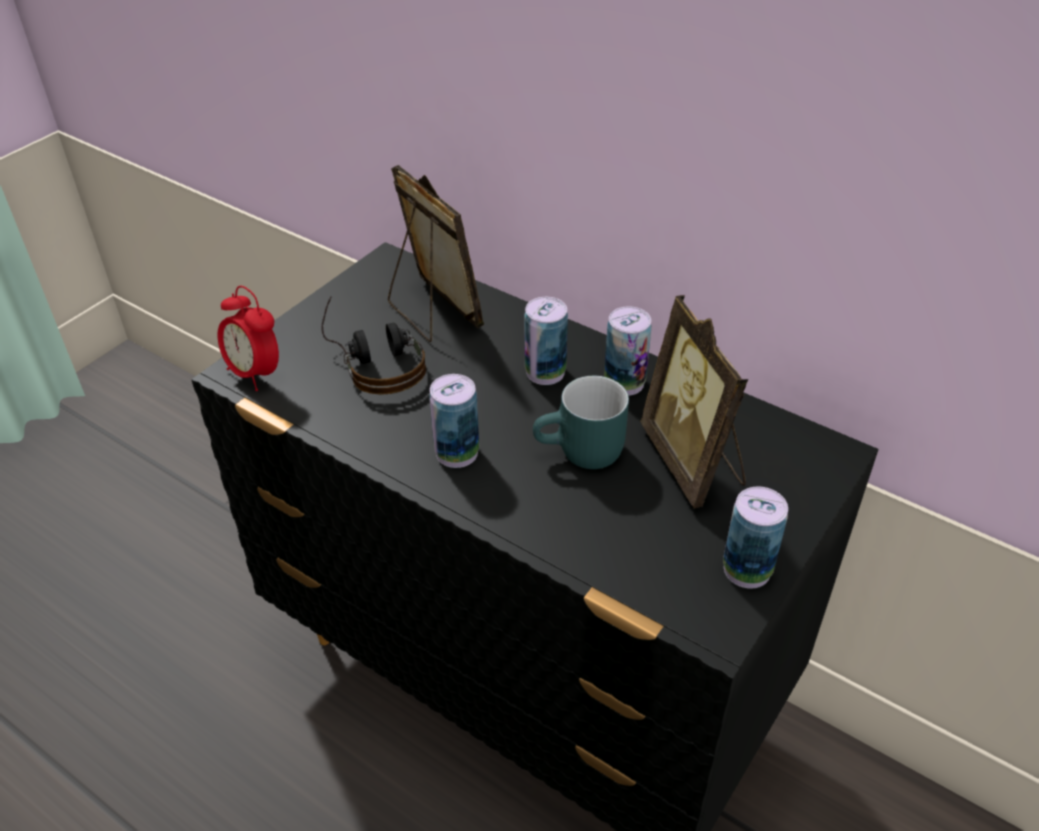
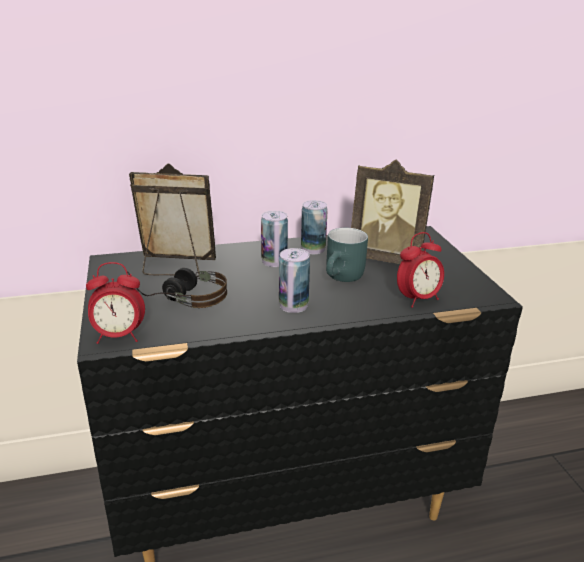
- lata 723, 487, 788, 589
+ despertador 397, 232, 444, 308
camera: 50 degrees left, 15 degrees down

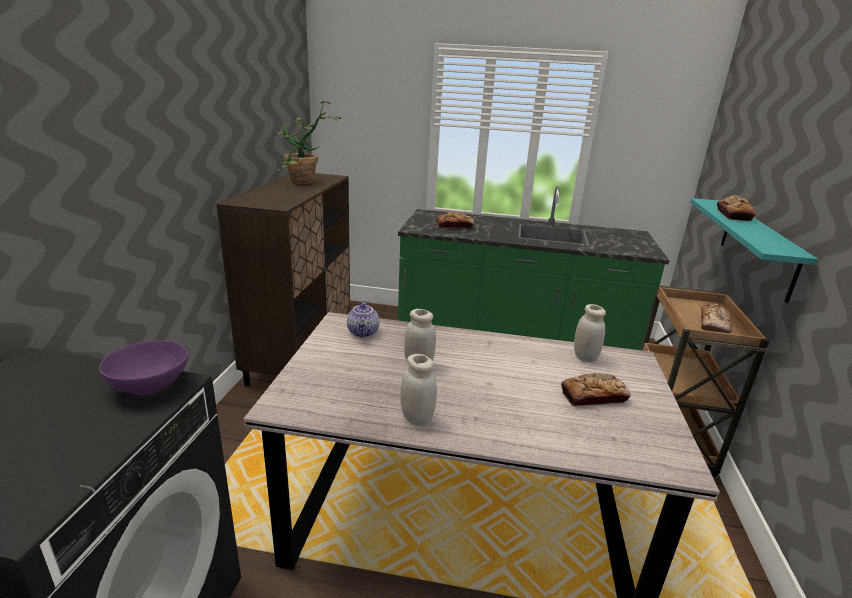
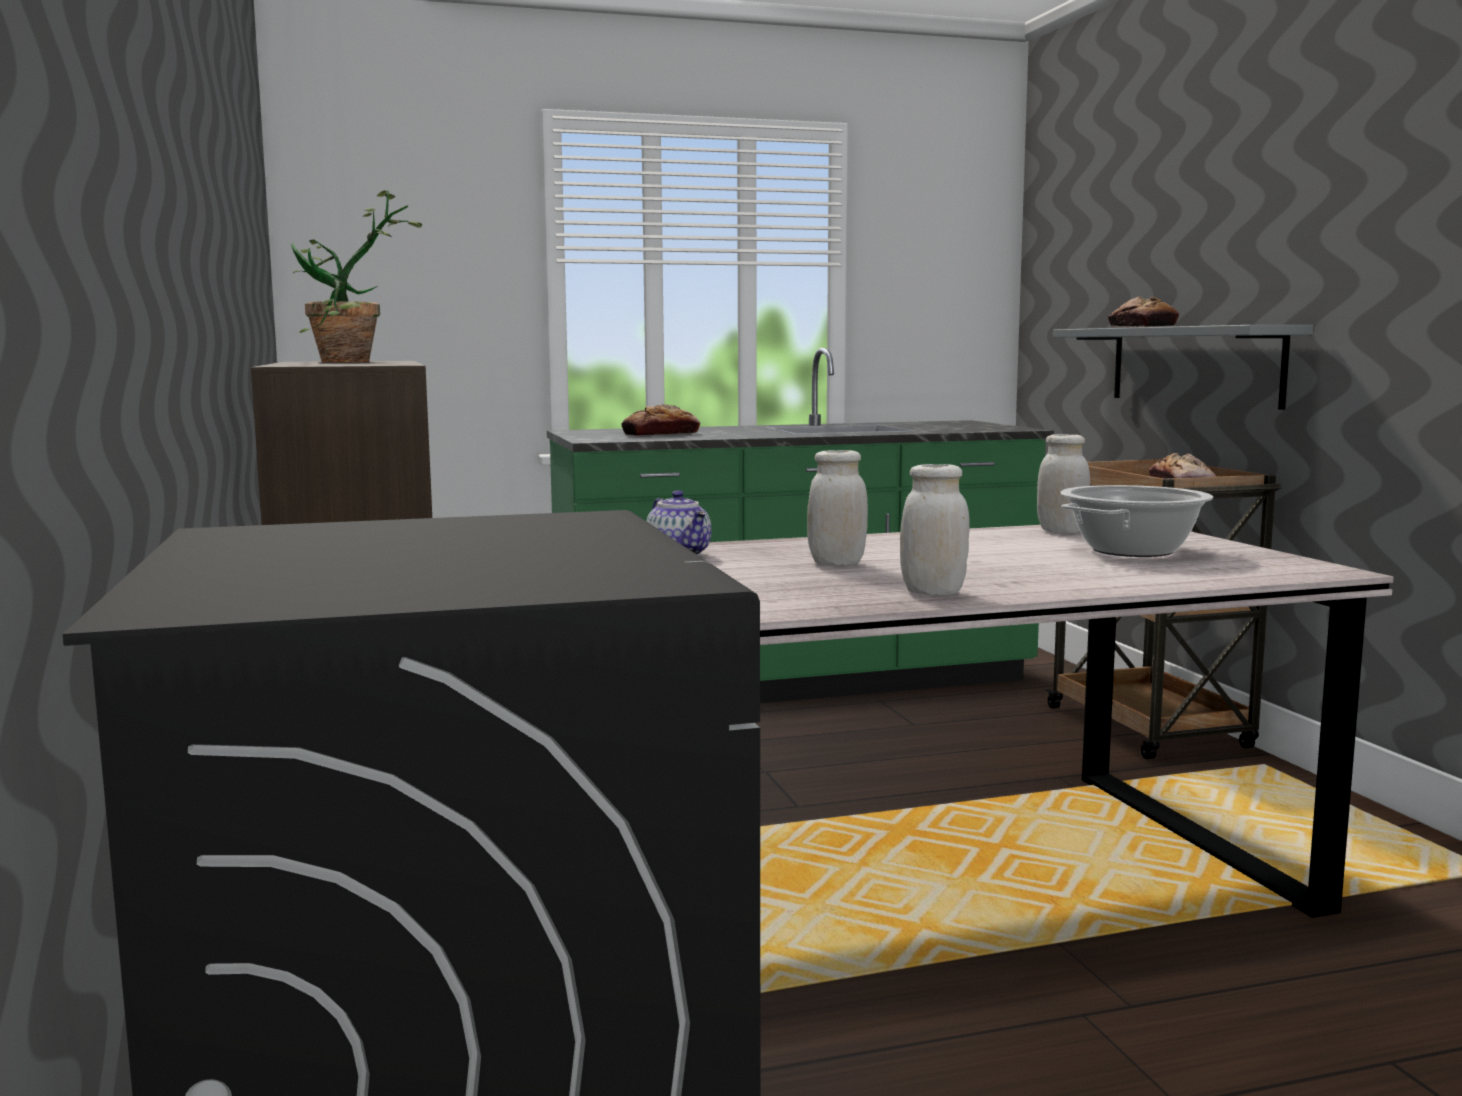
- cuenco/morado 99, 340, 189, 395
~ pan 561, 373, 631, 406 to olla 1061, 485, 1213, 557
~ estante/turquesa 690, 198, 818, 303 to estante/gris 1053, 325, 1313, 410
camera: 25 degrees left, 15 degrees down

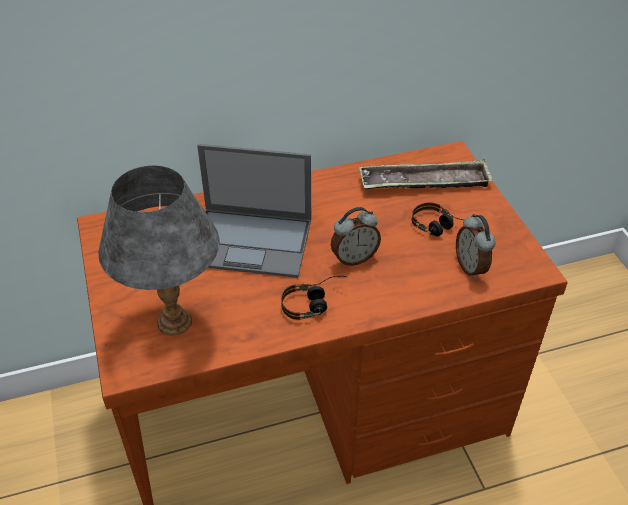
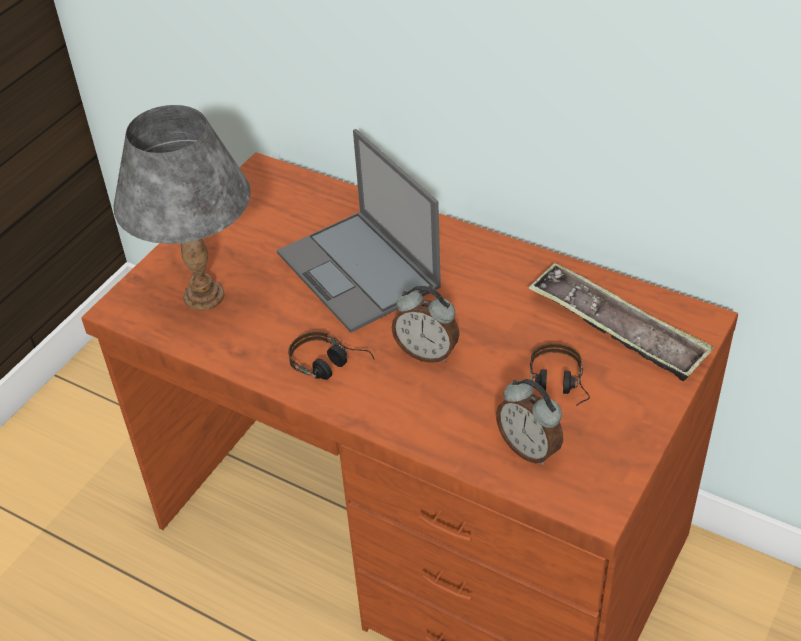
~ despertador 456, 214, 496, 279 = 496, 379, 563, 465 75 degrees counterclockwise
camera: 50 degrees right, 0 degrees up

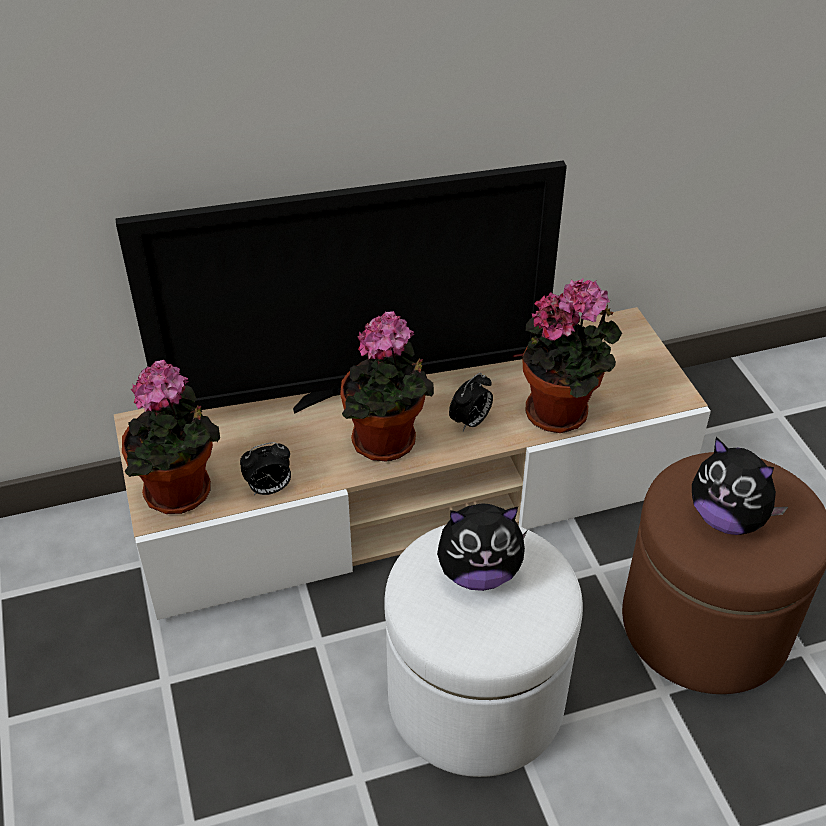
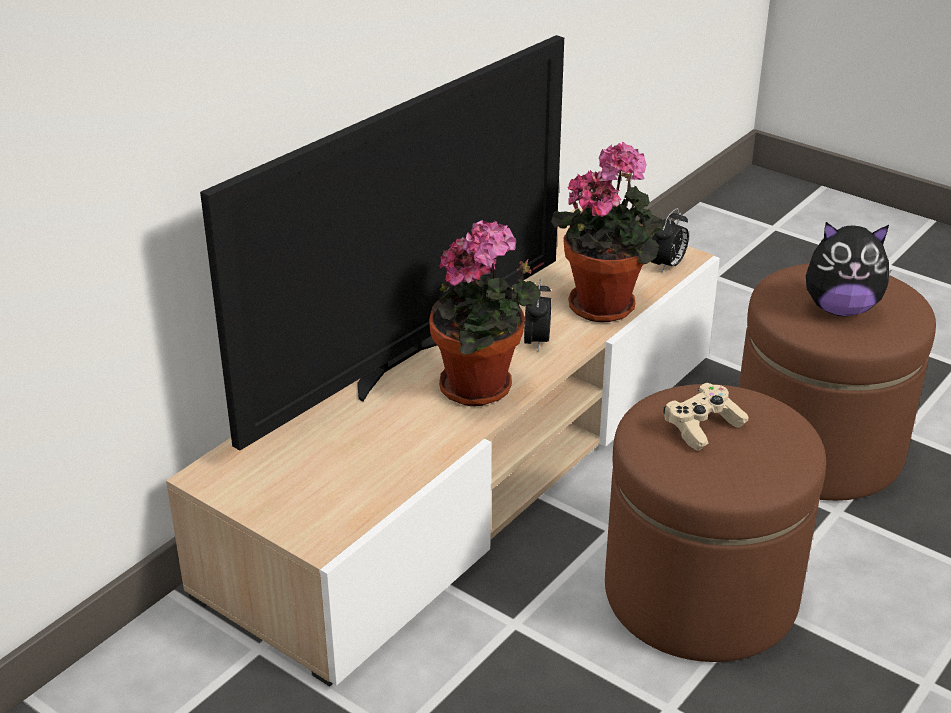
- planta en maceta 122, 360, 220, 514
~ despertador 240, 442, 291, 495 to 651, 208, 689, 272
~ peluche 437, 503, 527, 591 to mando de consola/beis 663, 383, 749, 451
~ puf/blanco 384, 525, 583, 777 to puf/marrón 605, 384, 826, 662
camera: 35 degrees left, 10 degrees down

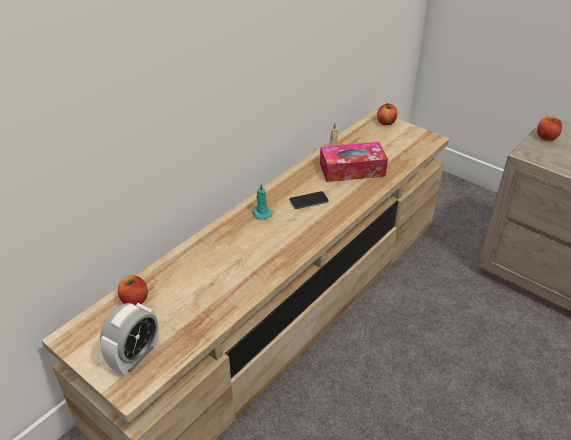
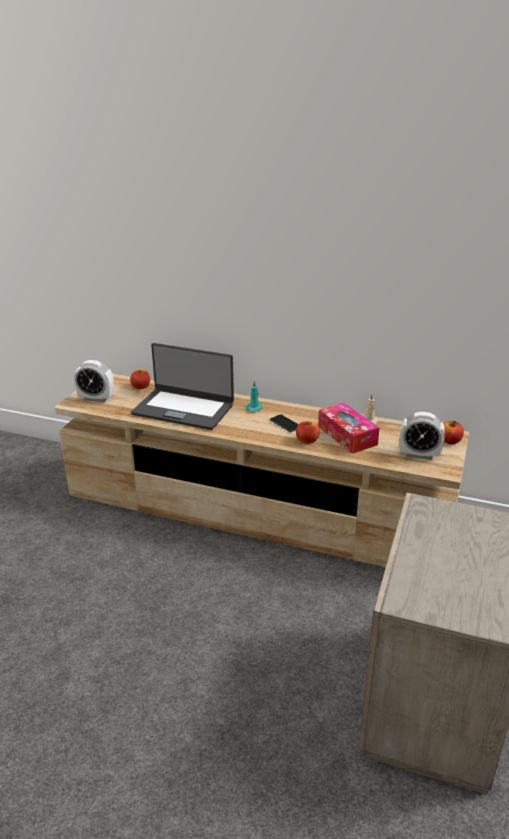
+ portátil 131, 343, 234, 430
+ despertador 400, 412, 445, 460
~ manzana 537, 116, 562, 141 to 296, 421, 320, 444
camera: 70 degrees right, 10 degrees down

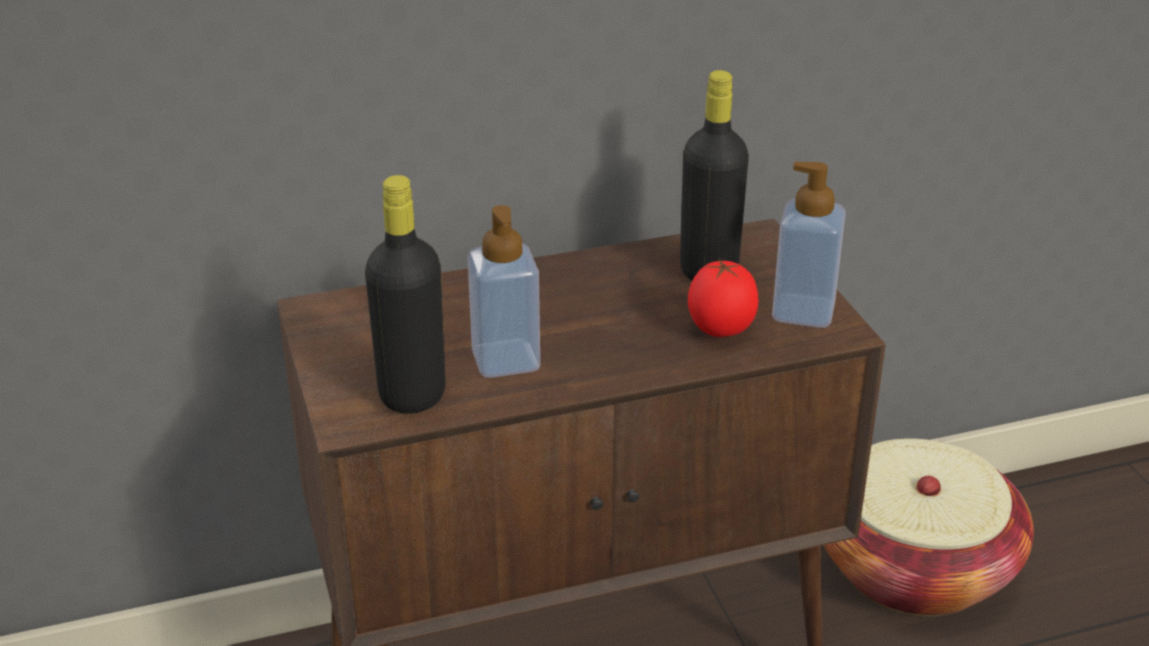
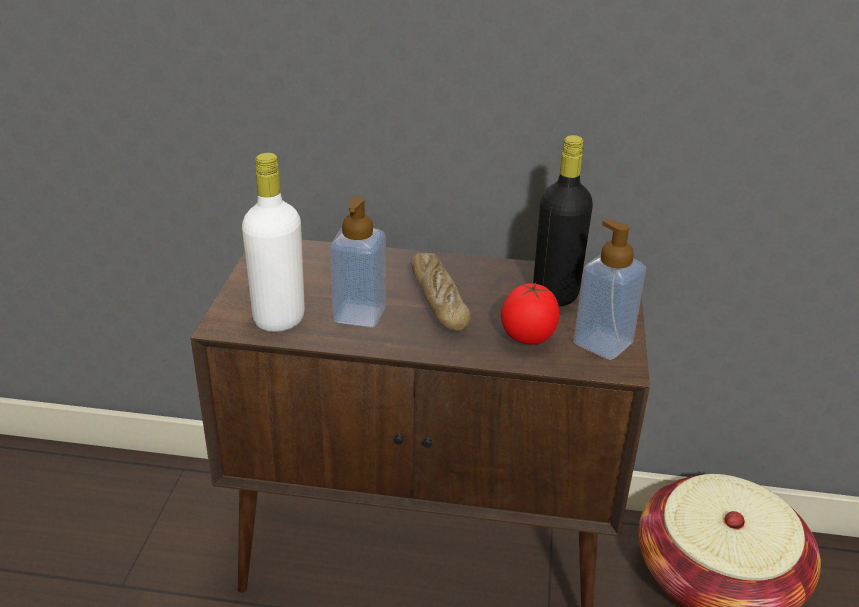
+ pan 411, 252, 471, 331
~ botella/negro 365, 175, 446, 414 to botella/blanco 242, 153, 305, 332
camera: 25 degrees right, 0 degrees up

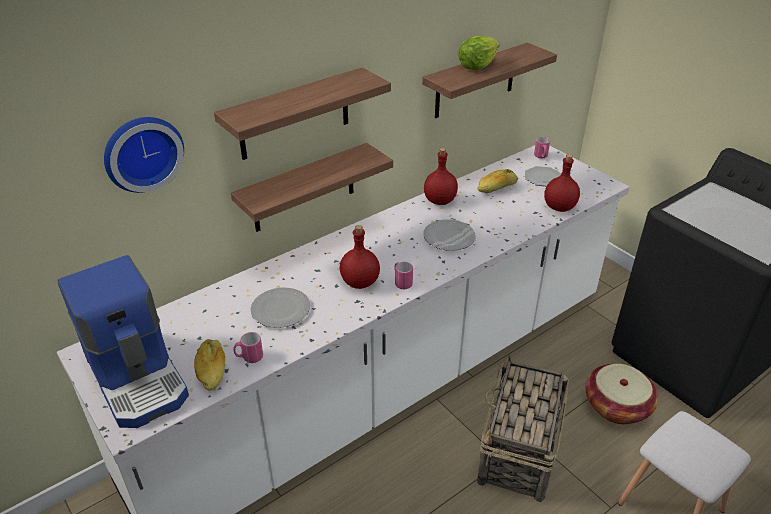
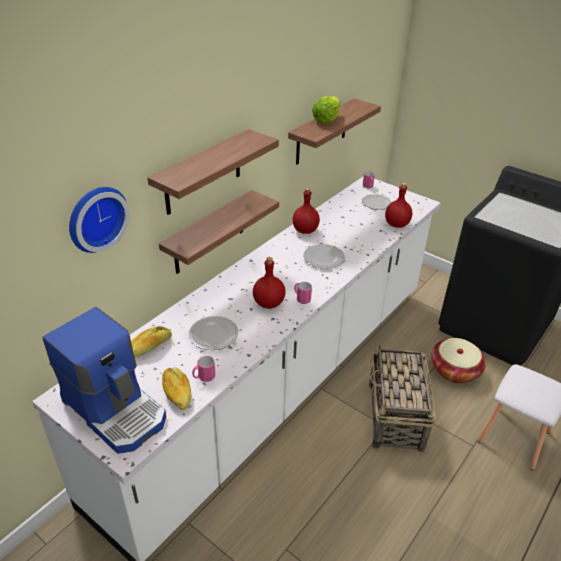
~ pan 477, 169, 518, 193 to 131, 326, 172, 358
camera: 15 degrees left, 0 degrees up

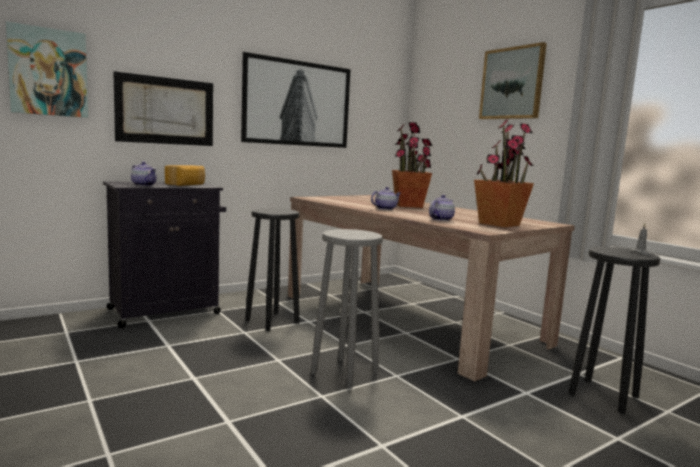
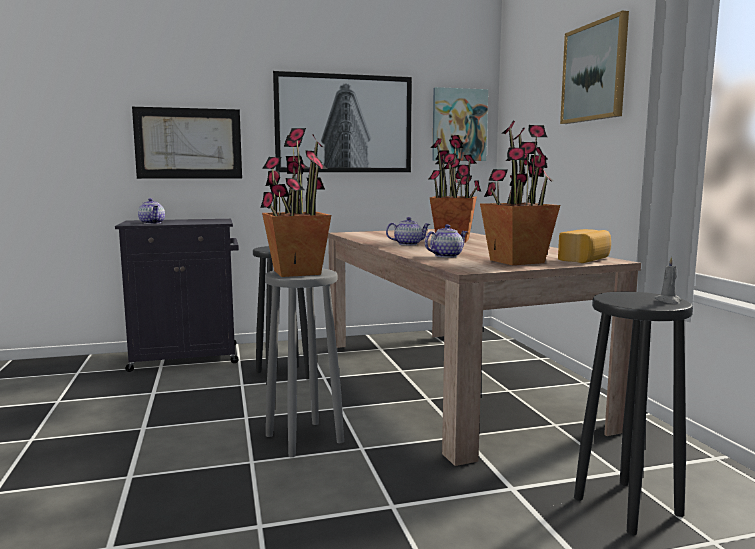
+ planta en maceta 261, 128, 331, 277
~ cuadro 6, 21, 88, 118 to 432, 87, 488, 161
~ pan 165, 165, 205, 186 to 558, 229, 611, 263
camera: 20 degrees right, 0 degrees up

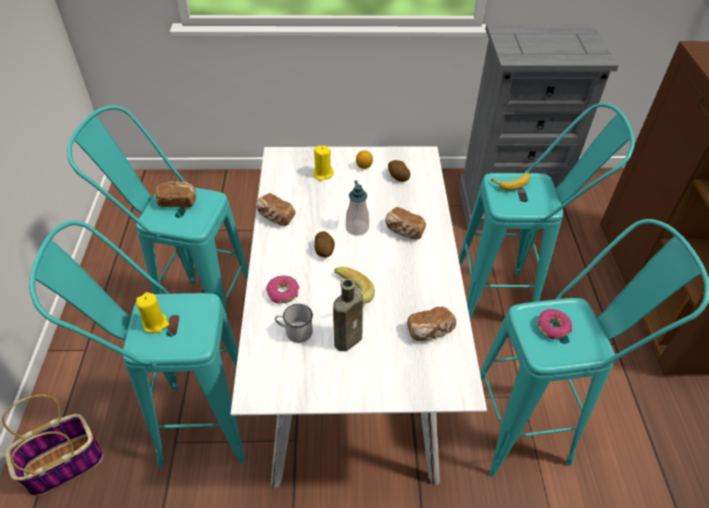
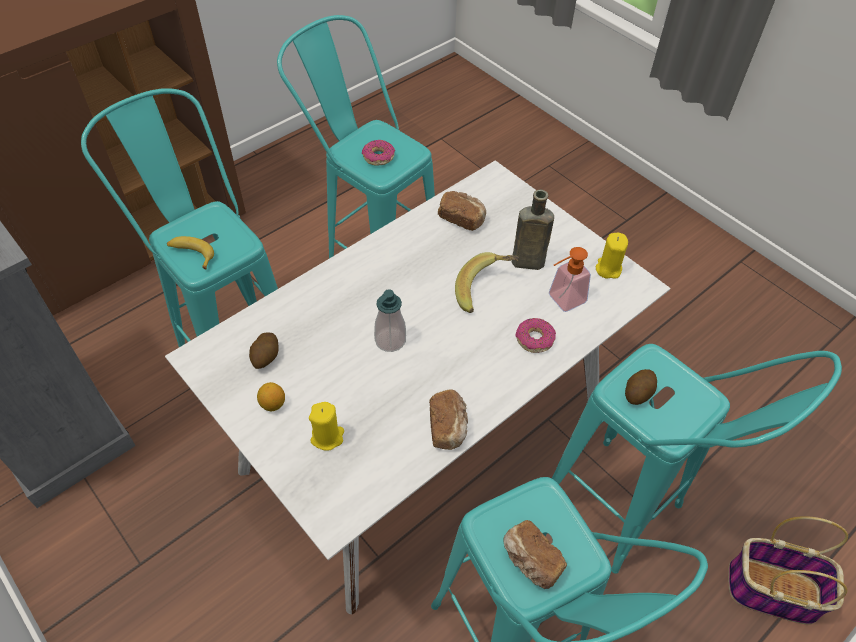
- pan 385, 207, 426, 240
~ vela/amarillo 136, 292, 169, 333 to 596, 233, 628, 279
~ patata 314, 231, 335, 258 to 625, 369, 657, 405
~ taza grande/blanco 275, 304, 313, 343 to dispensador de jabón 549, 247, 591, 312
camera: 130 degrees left, 5 degrees up

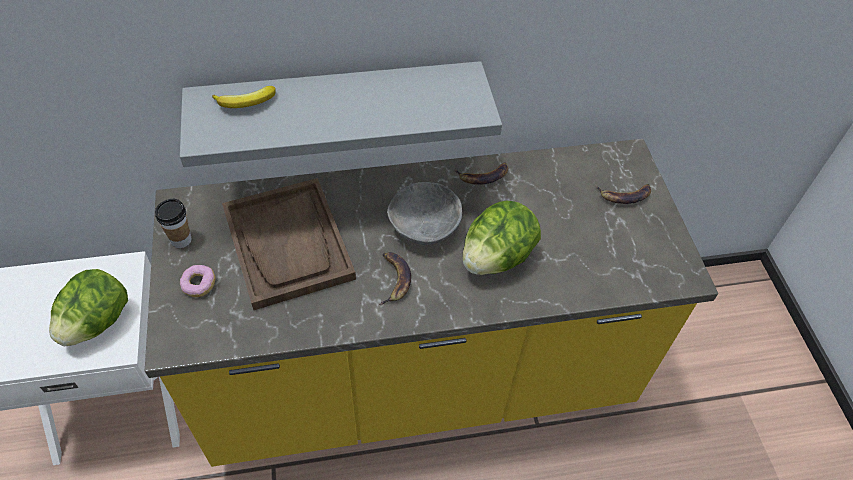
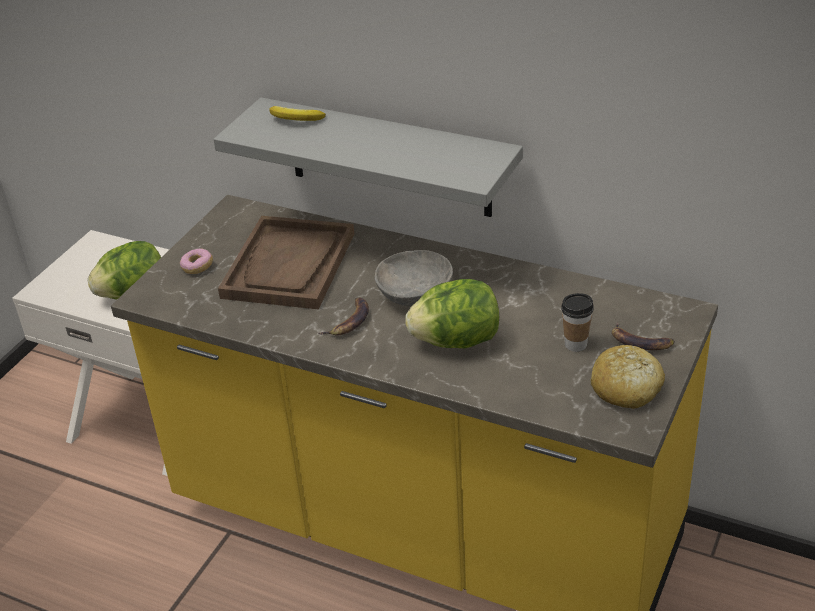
- plátano 454, 162, 508, 185
+ pan 590, 345, 665, 409
~ taza 155, 199, 191, 248 to 561, 293, 594, 352
camera: 40 degrees right, 15 degrees down

